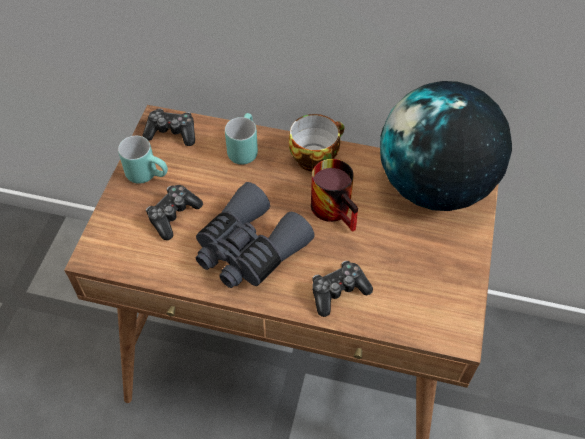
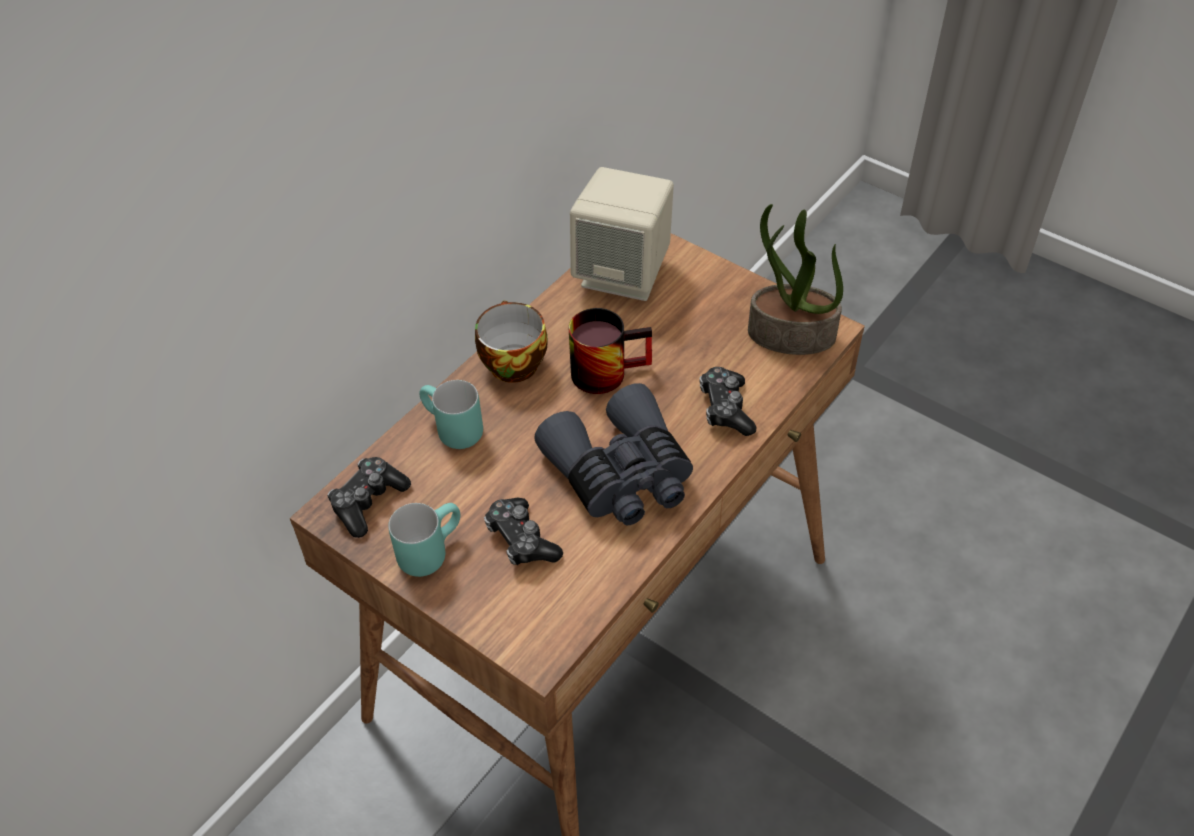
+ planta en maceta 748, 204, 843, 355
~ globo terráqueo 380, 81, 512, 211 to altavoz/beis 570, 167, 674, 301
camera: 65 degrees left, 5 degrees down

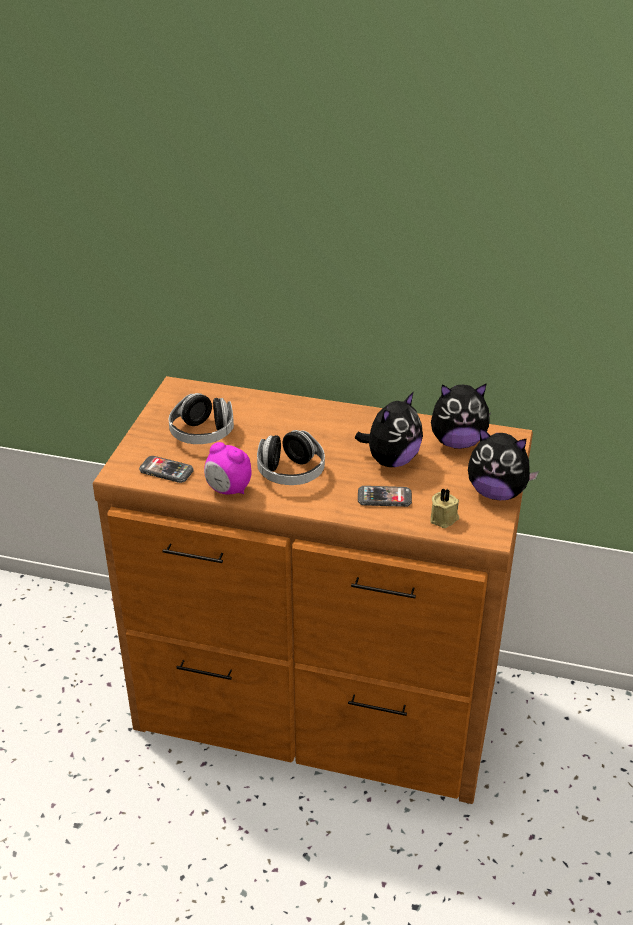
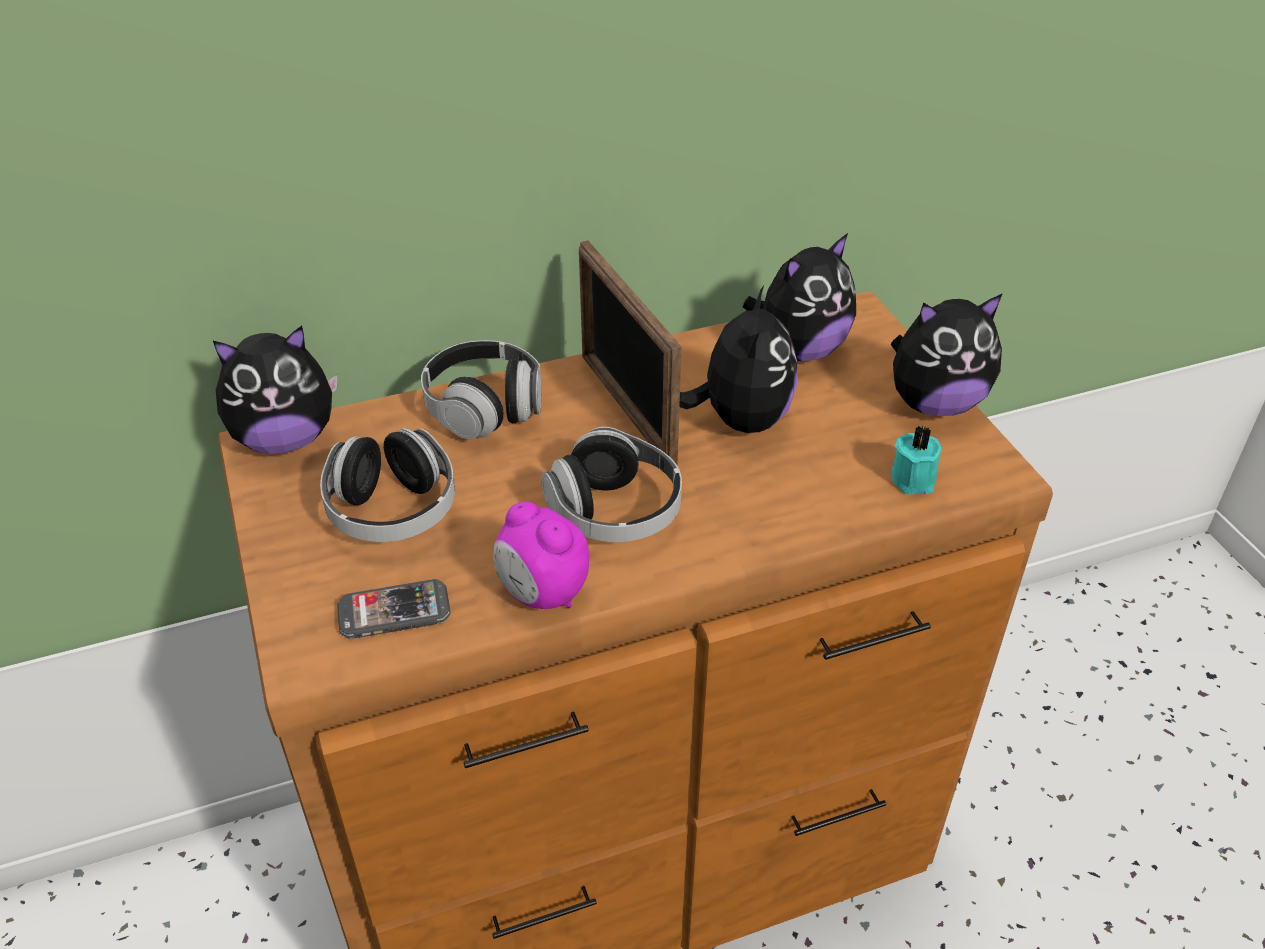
- móvil 358, 486, 412, 507
+ peluche 213, 326, 338, 454
+ auriculares 421, 340, 541, 439
+ portarretratos 579, 240, 681, 465
~ vela/beis 430, 488, 459, 528 to vela/turquesa 892, 425, 942, 494
~ despertador 204, 442, 252, 494 = 493, 501, 589, 609 45 degrees clockwise
camera: 35 degrees left, 5 degrees up

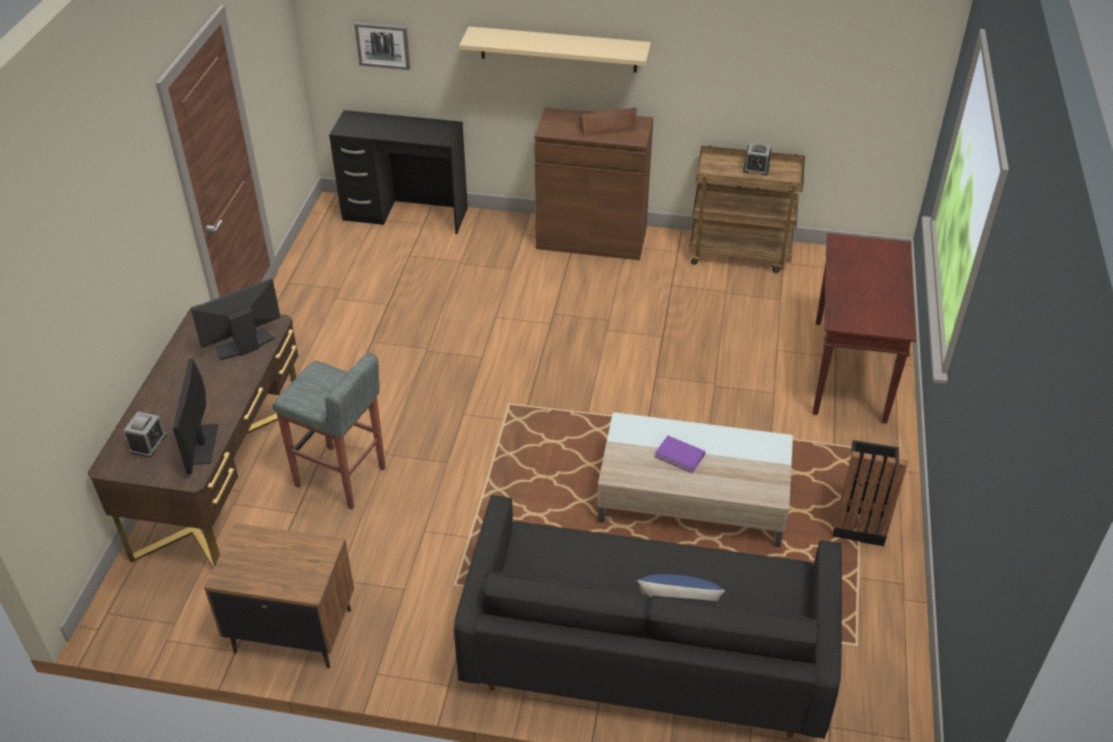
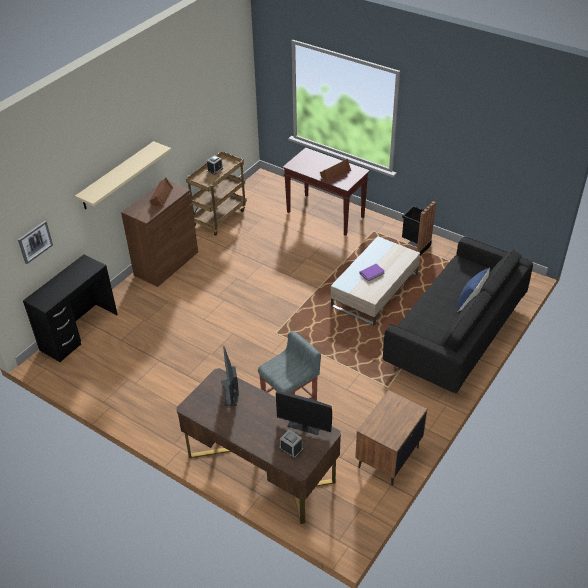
+ altavoz/marrón 320, 159, 351, 182
camera: 65 degrees left, 0 degrees up

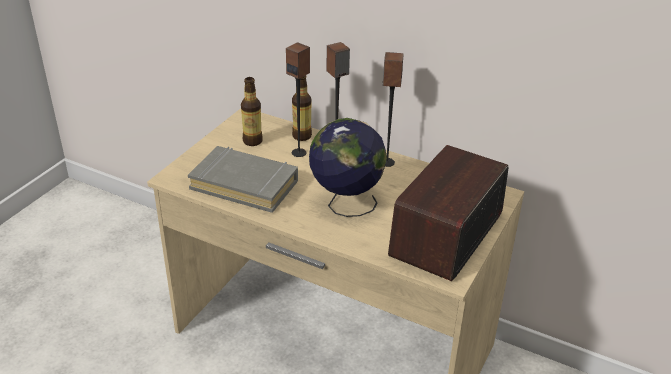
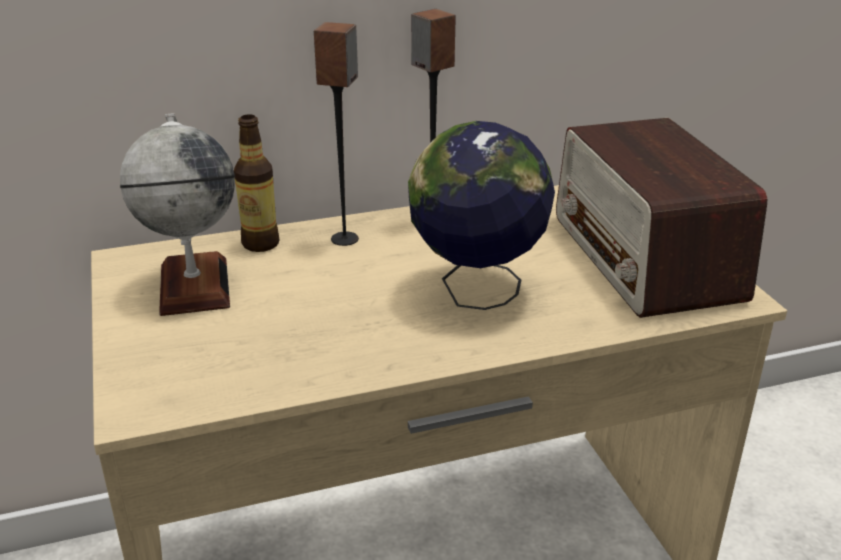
- libro/gris 188, 146, 298, 213
- altavoz 286, 42, 310, 157
~ botella 241, 77, 263, 146 to globo terráqueo 120, 114, 235, 316
camera: 45 degrees left, 5 degrees down

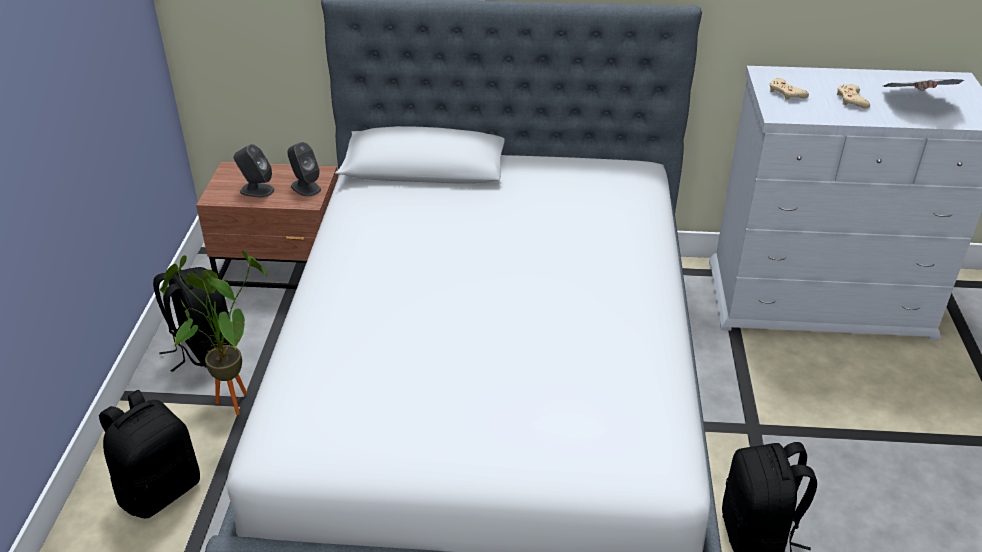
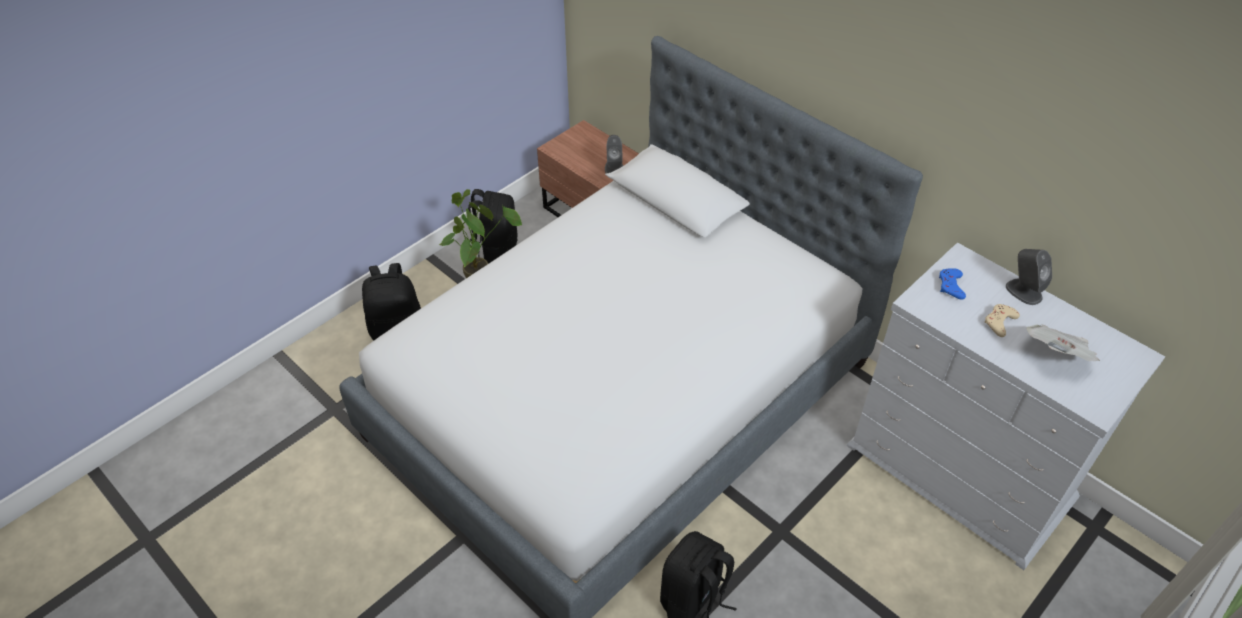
~ altavoz/gris 234, 144, 274, 197 to 1006, 249, 1052, 305
~ mando de consola/beis 770, 78, 809, 100 to mando de consola/azul 939, 268, 966, 300
camera: 40 degrees right, 10 degrees up

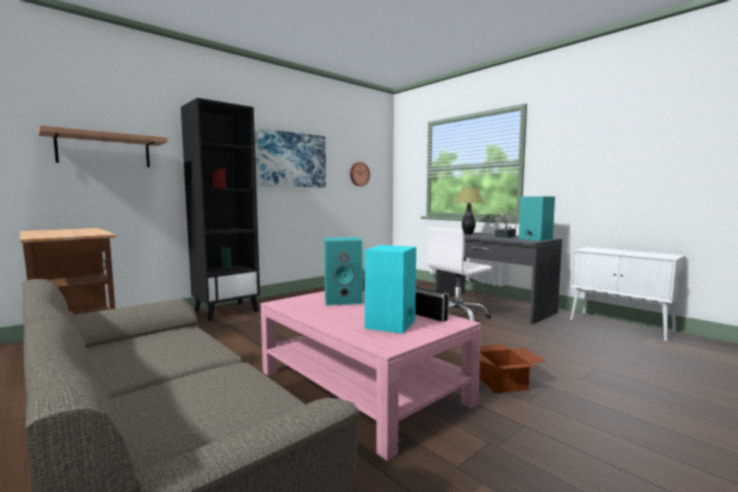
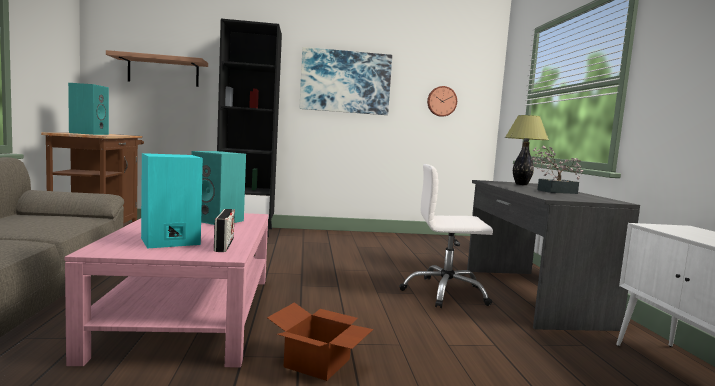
~ altavoz/turquesa 519, 196, 555, 241 to 68, 83, 109, 135
camera: 35 degrees right, 0 degrees up

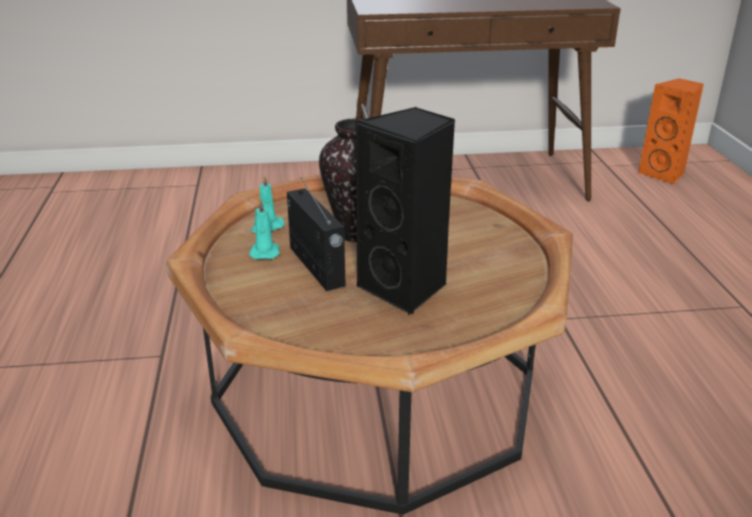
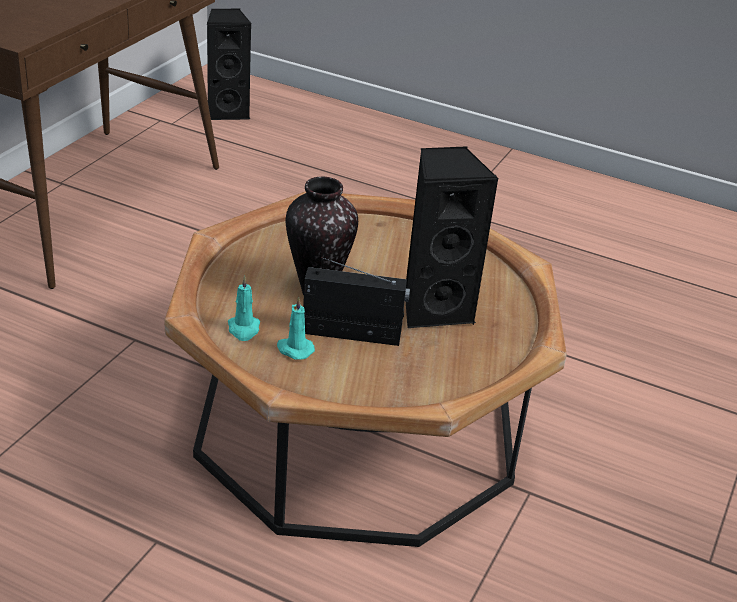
~ altavoz/naranja 638, 78, 704, 185 to altavoz/negro 207, 9, 251, 120
camera: 60 degrees left, 5 degrees up

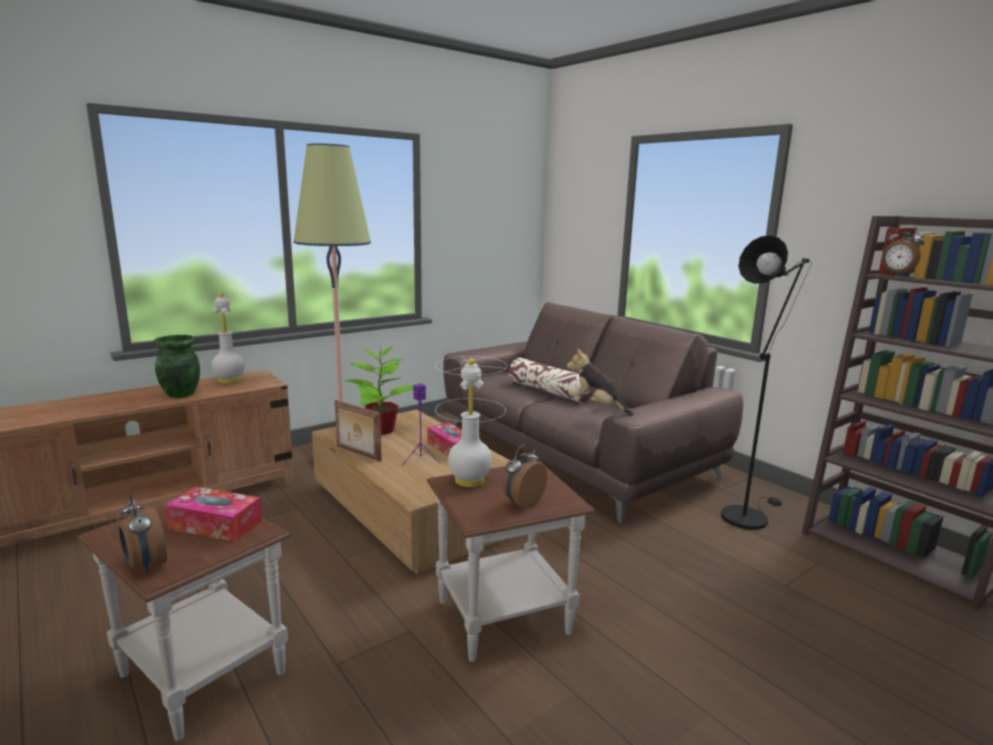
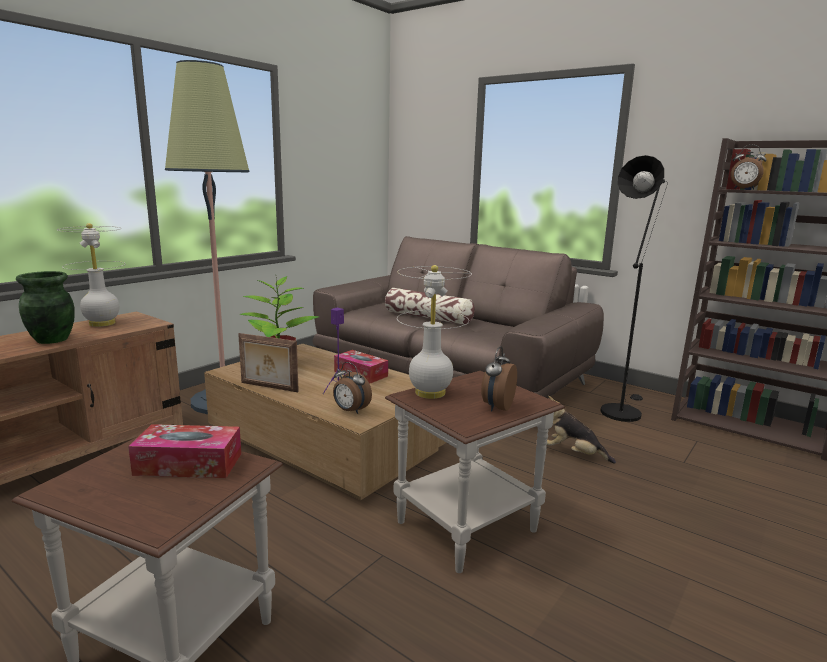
~ despertador 119, 494, 167, 573 to 333, 362, 372, 414
~ peluche 567, 349, 633, 416 to 547, 396, 616, 464
camera: 15 degrees left, 0 degrees up

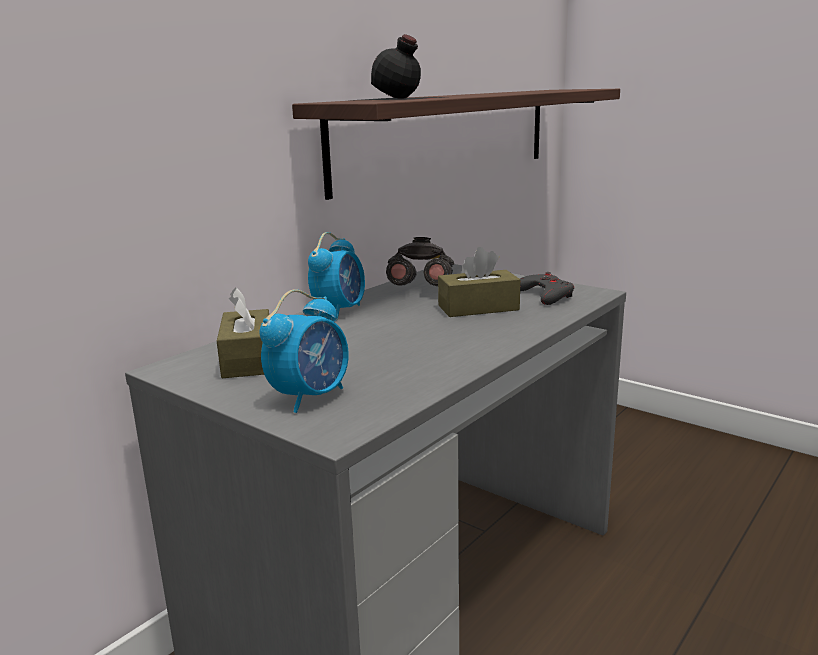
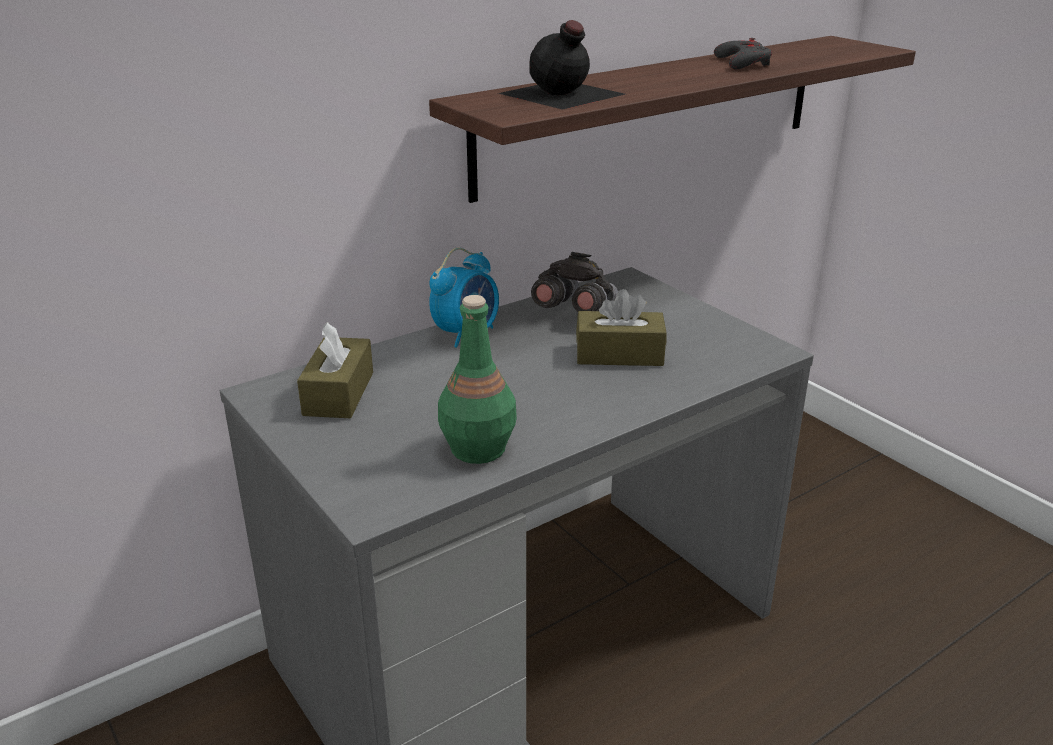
- despertador 260, 289, 349, 413
+ botella/verde 438, 295, 517, 464
~ mando de consola/gris 520, 272, 574, 305 to 714, 38, 772, 70
camera: 15 degrees right, 10 degrees up

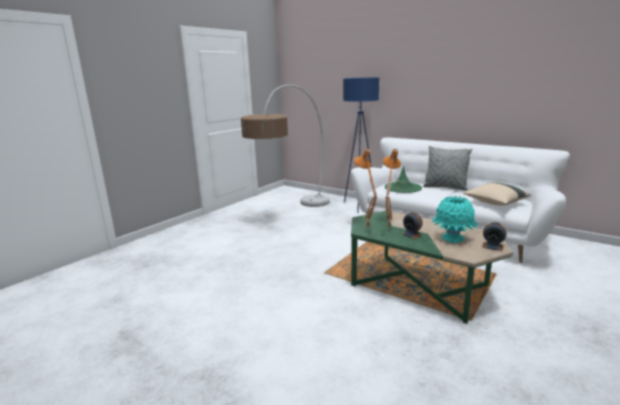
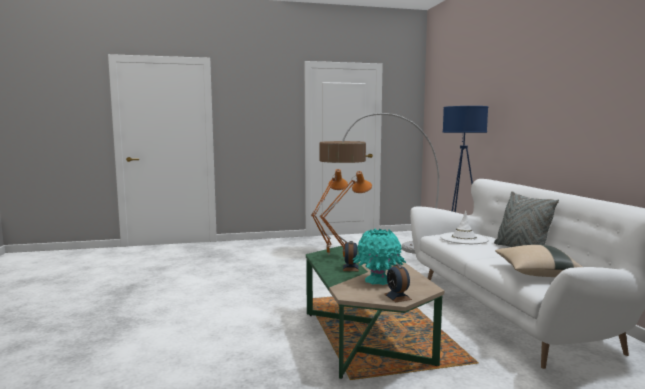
~ sombrero/verde 385, 166, 422, 193 to sombrero/blanco 440, 211, 489, 244
camera: 40 degrees right, 10 degrees down

